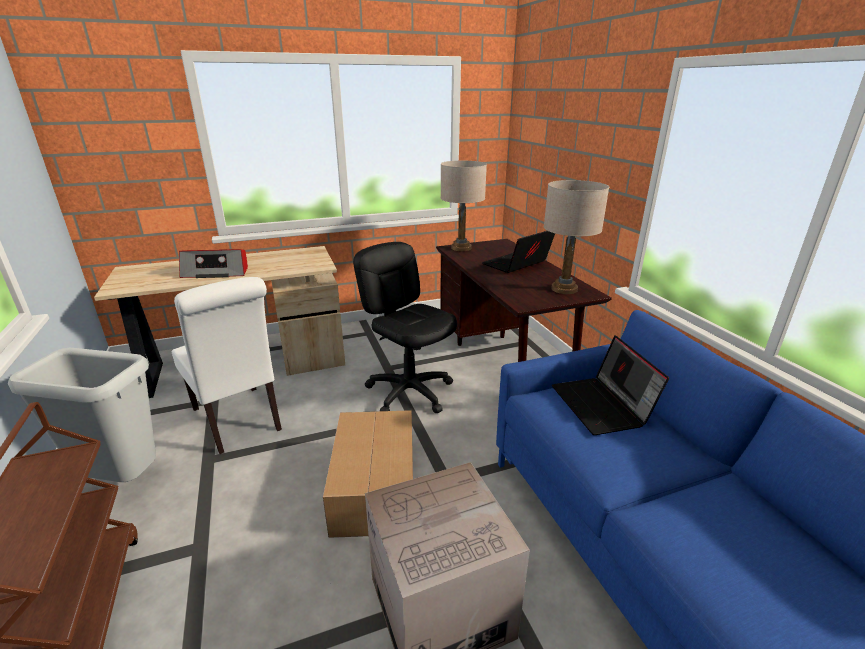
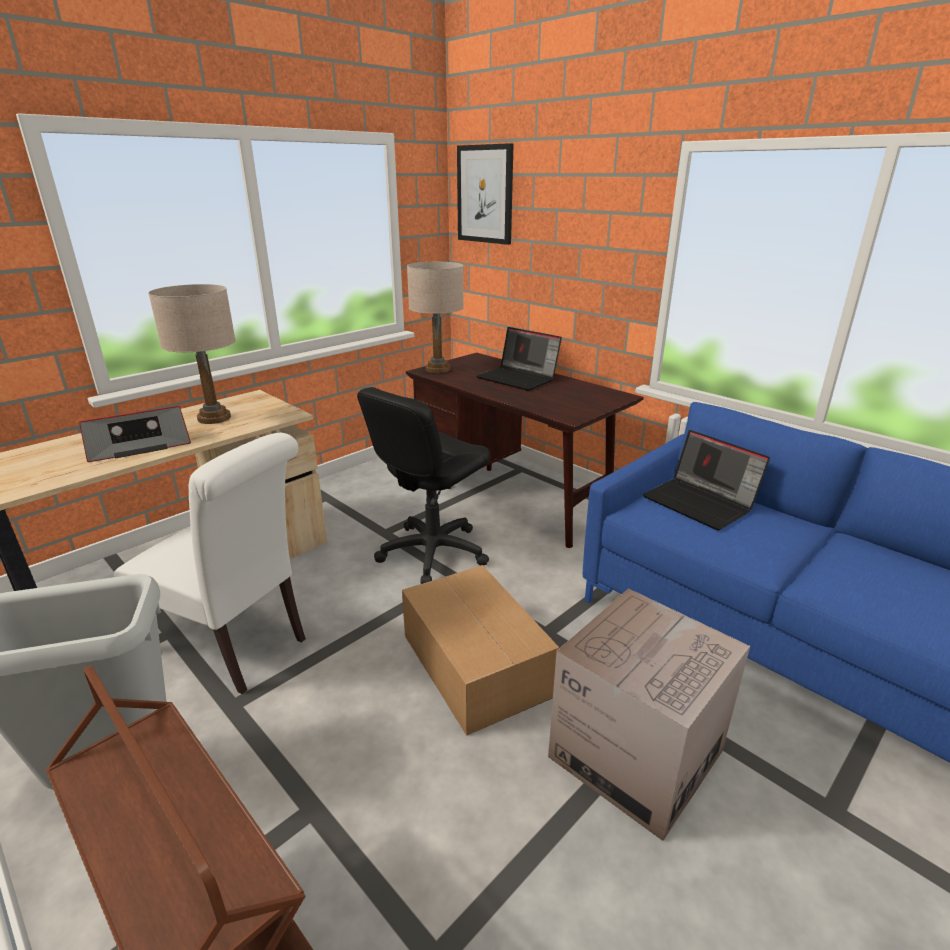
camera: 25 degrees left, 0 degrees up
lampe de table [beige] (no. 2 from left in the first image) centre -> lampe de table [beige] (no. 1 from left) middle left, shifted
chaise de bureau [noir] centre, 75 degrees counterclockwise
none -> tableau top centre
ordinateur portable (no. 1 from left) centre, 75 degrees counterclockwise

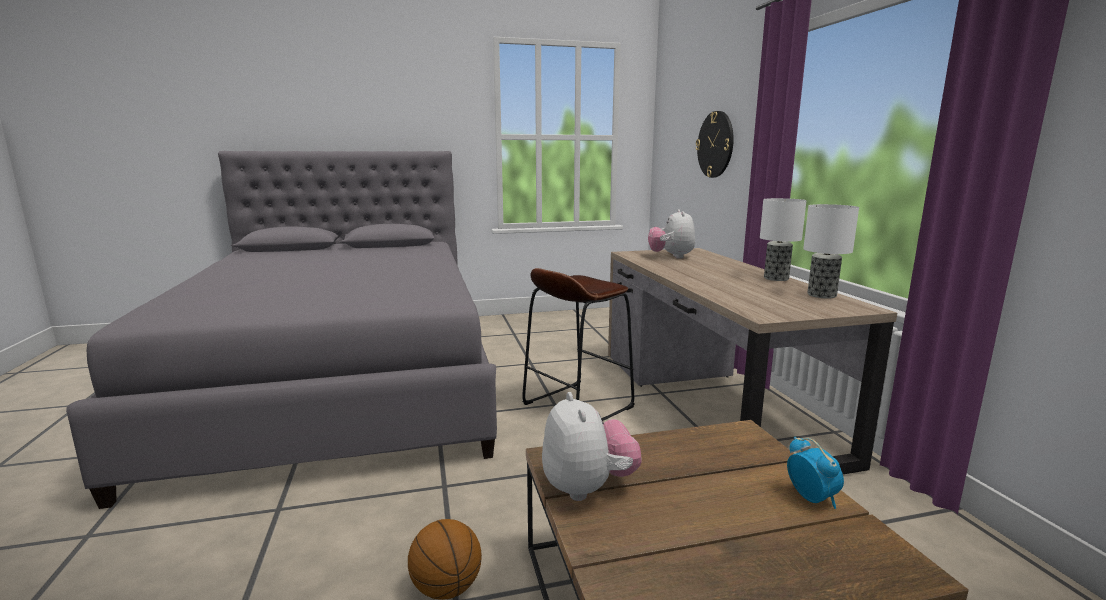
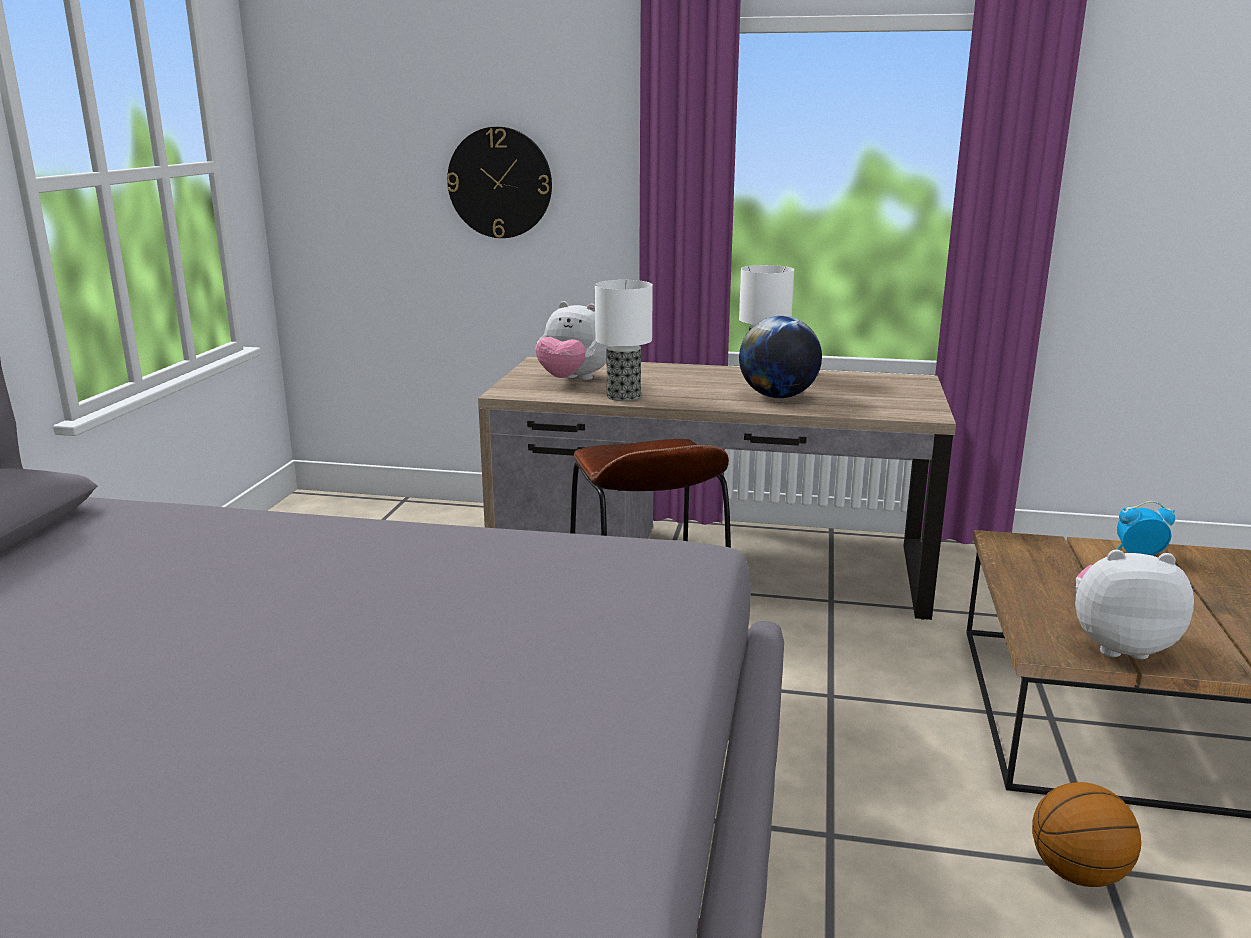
camera: 65 degrees left, 5 degrees up
lampe de table (no. 2 from left in the first image) middle right -> lampe de table (no. 1 from left) centre, shifted
none -> globe centre

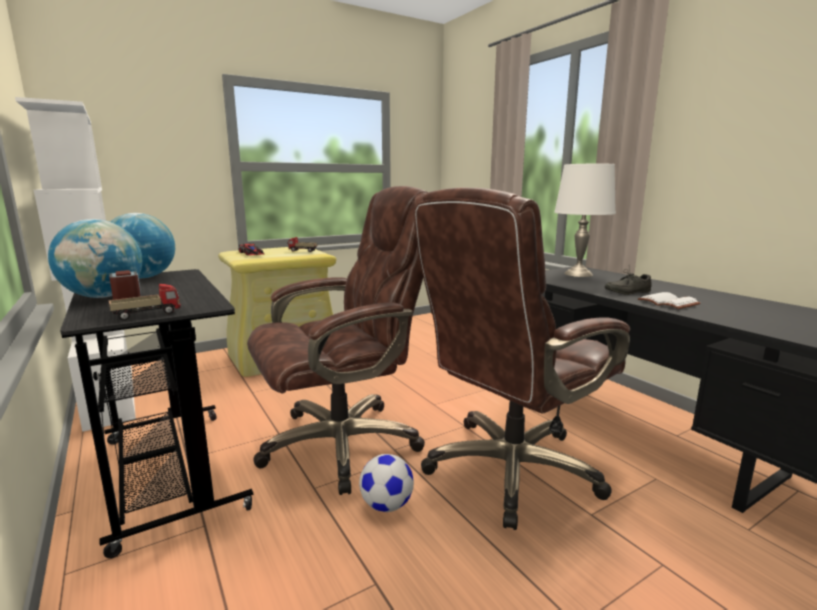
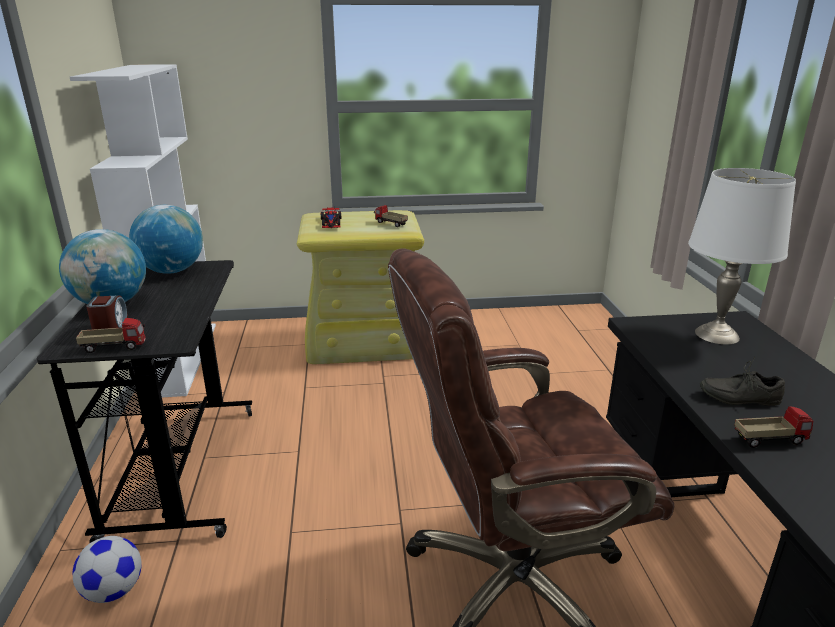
camera: 25 degrees right, 10 degrees up
ballon de foot bottom centre -> ballon de foot bottom left, shifted
livre [blanc] middle right -> camion jouet (no. 3 from left) bottom right
chaise de bureau [marron] (no. 1 from left) centre -> none

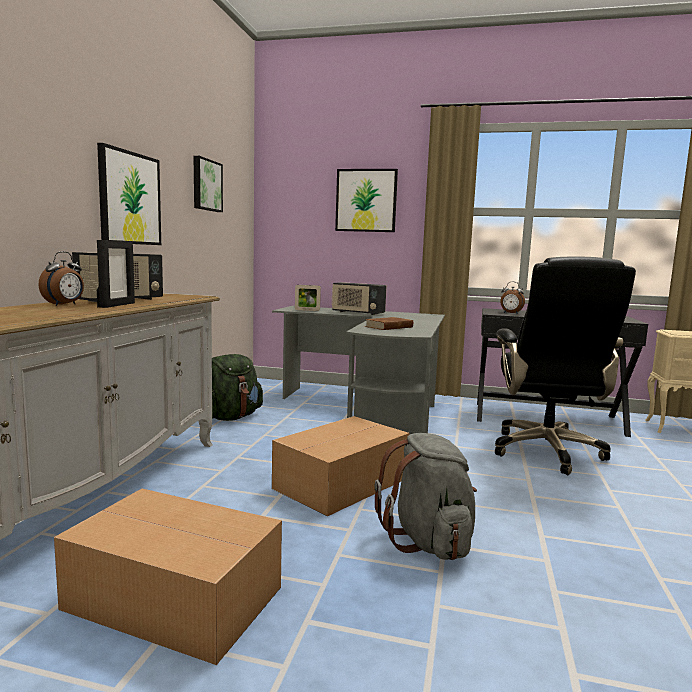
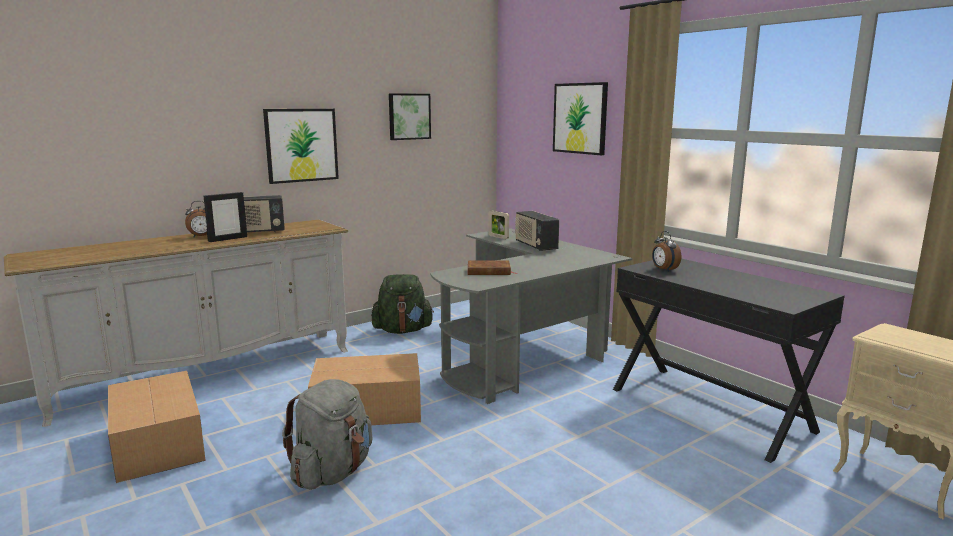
camera: 40 degrees right, 5 degrees up
chaise de bureau [noir] middle right -> none

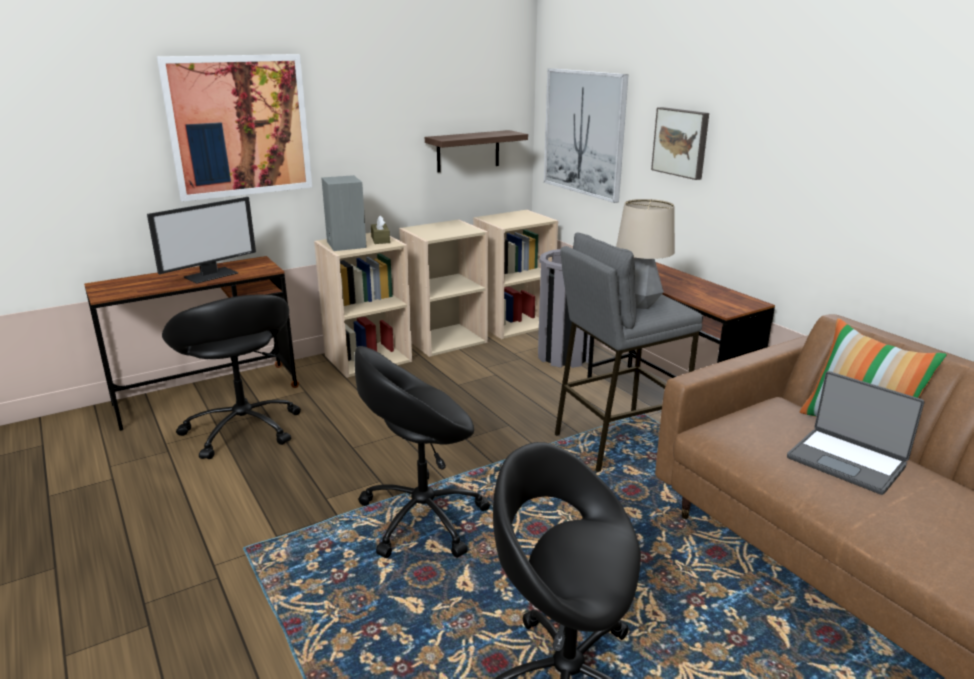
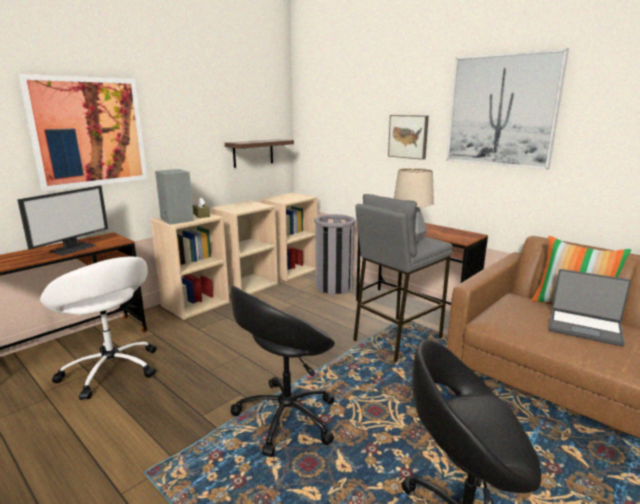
camera: 15 degrees left, 5 degrees down
chaise de bureau [noir] (no. 1 from left) middle left -> chaise de bureau [blanc] middle left
tableau (no. 2 from left in the first image) top centre -> tableau (no. 3 from left) top right, shifted

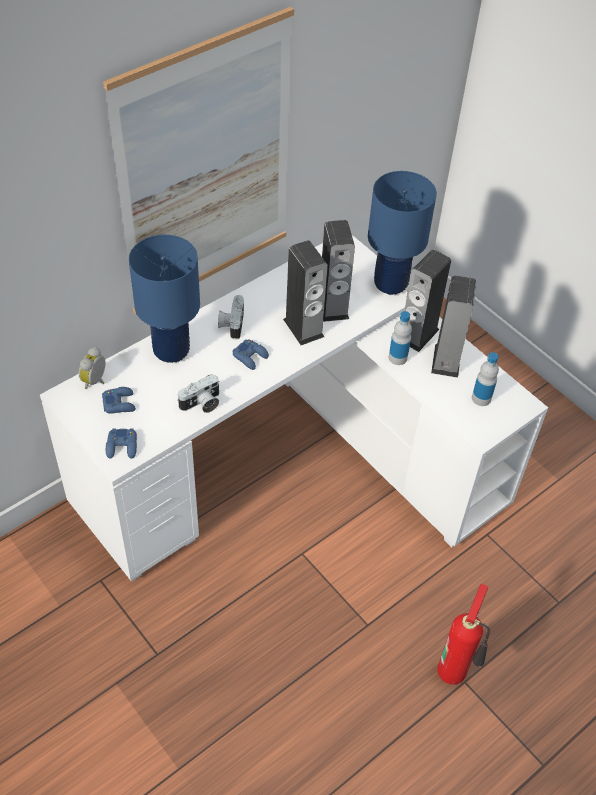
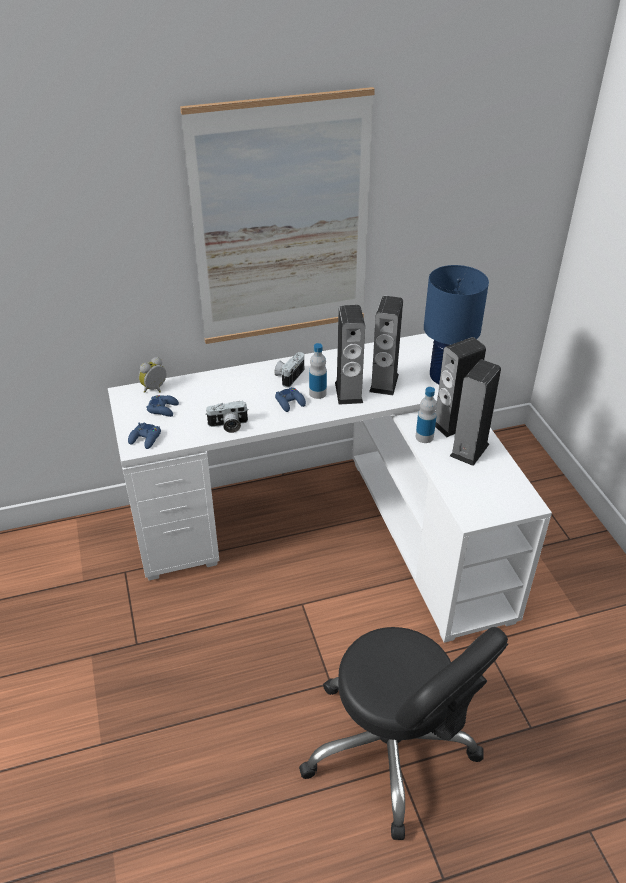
camera: 25 degrees right, 10 degrees down
extincteur bottom right -> chaise de bureau [noir] bottom centre
bouteille (no. 2 from left in the first image) middle right -> bouteille (no. 1 from left) centre, shifted
lampe de table [bleu] (no. 1 from left) middle left -> none

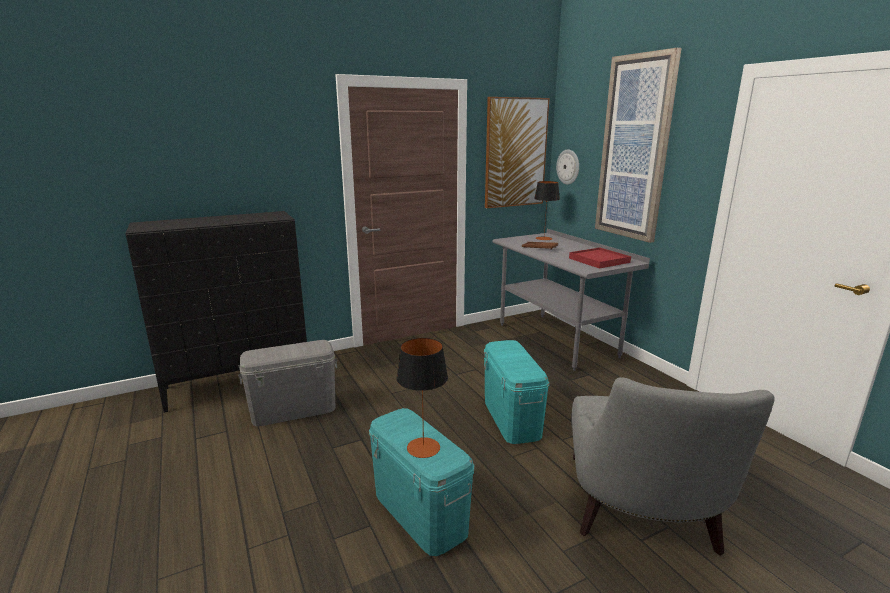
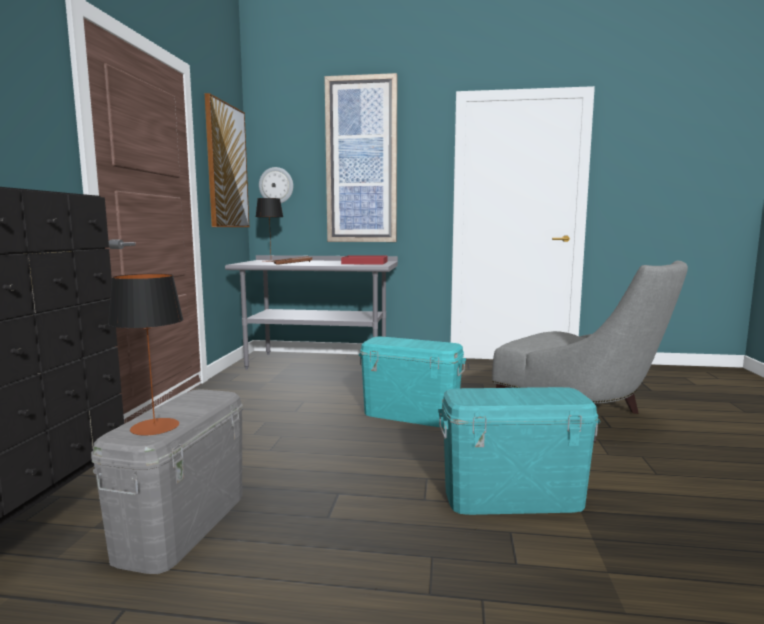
camera: 55 degrees left, 10 degrees down
lampe de table (no. 1 from left) bottom centre -> lampe de table (no. 1 from left) middle left, shifted

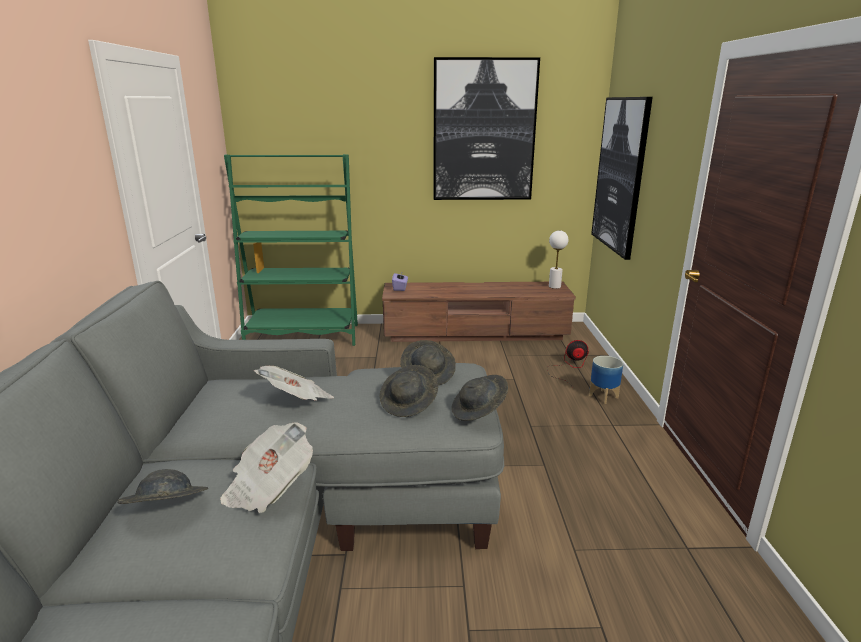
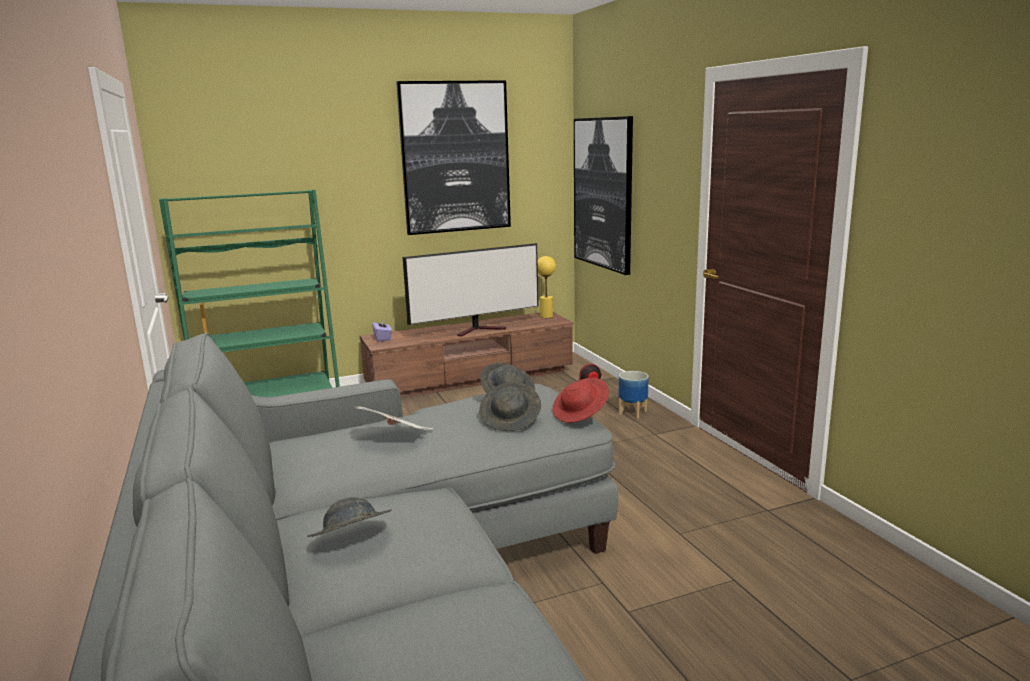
camera: 20 degrees left, 5 degrees down
none -> téléviseur centre
lampe de table [blanc] centre -> lampe de table [jaune] centre
chapeau [gris] (no. 4 from left) centre -> chapeau [rouge] centre
journal (no. 1 from left) bottom left -> none

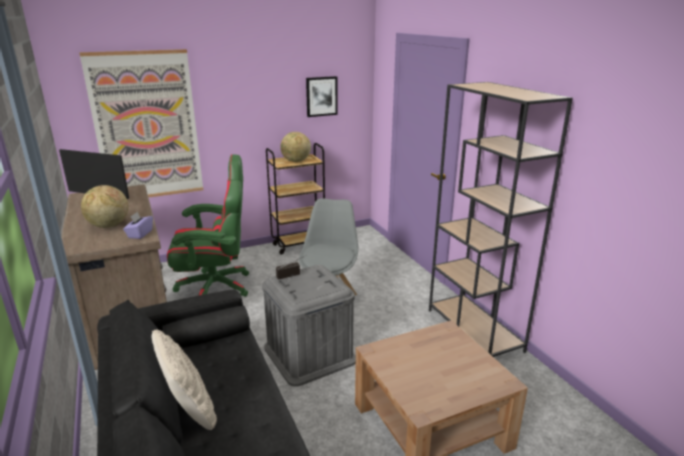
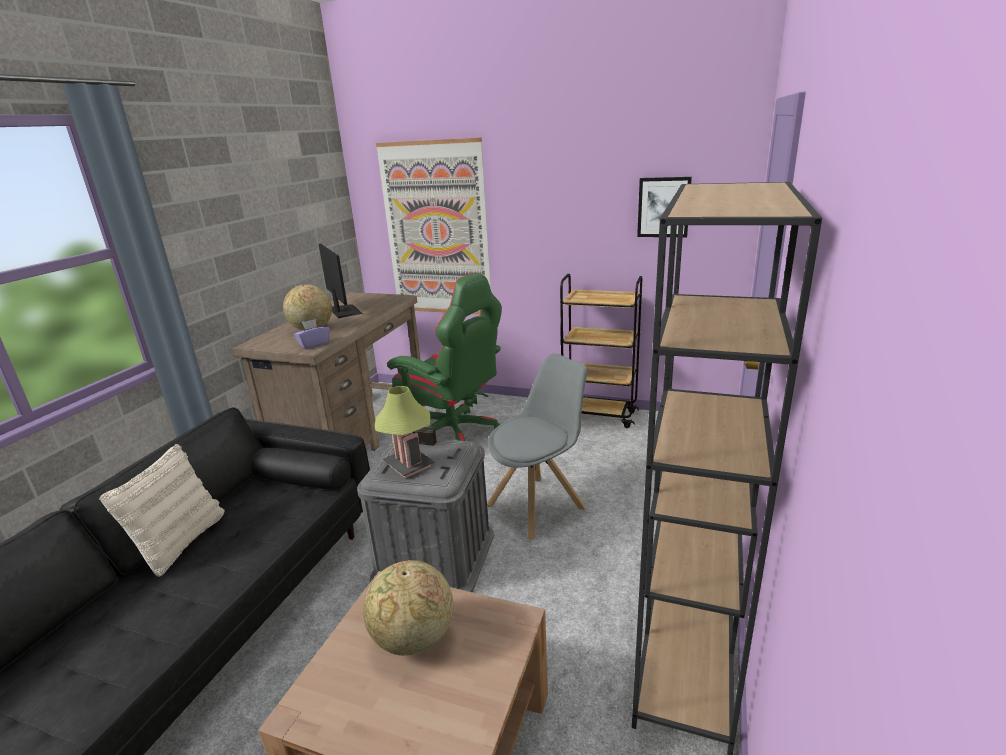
camera: 45 degrees right, 0 degrees up
globe (no. 2 from left) top centre -> globe (no. 2 from left) bottom centre, shifted
none -> lampe de table centre

